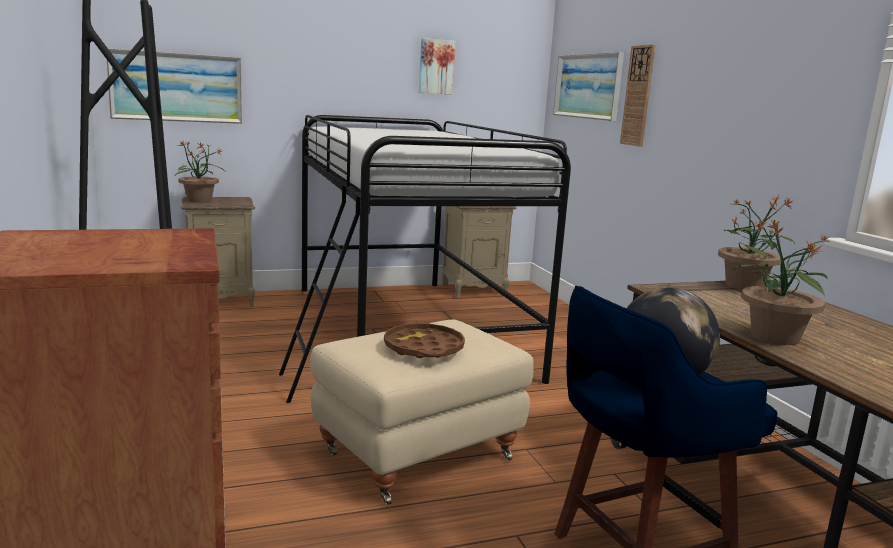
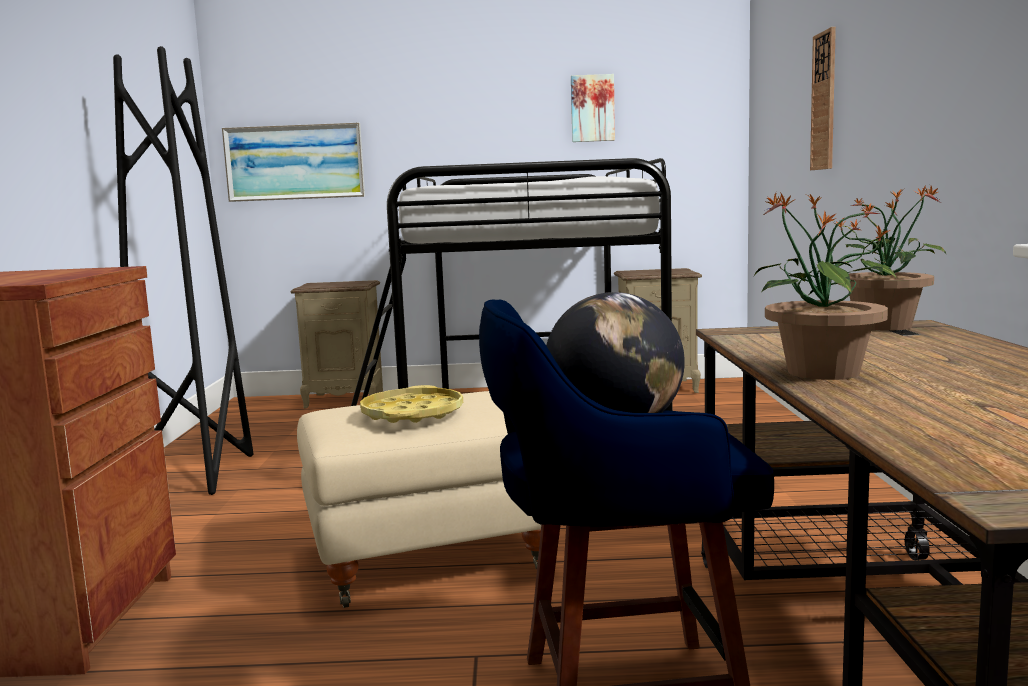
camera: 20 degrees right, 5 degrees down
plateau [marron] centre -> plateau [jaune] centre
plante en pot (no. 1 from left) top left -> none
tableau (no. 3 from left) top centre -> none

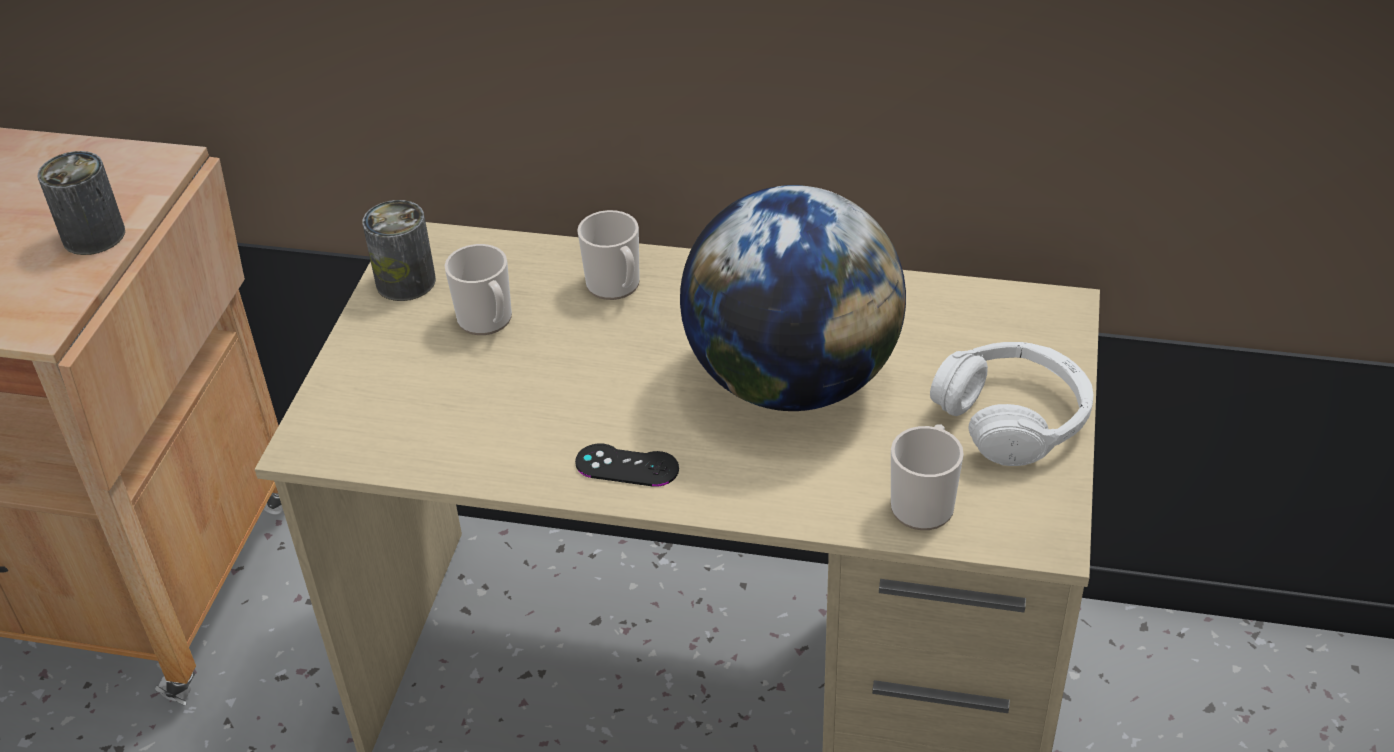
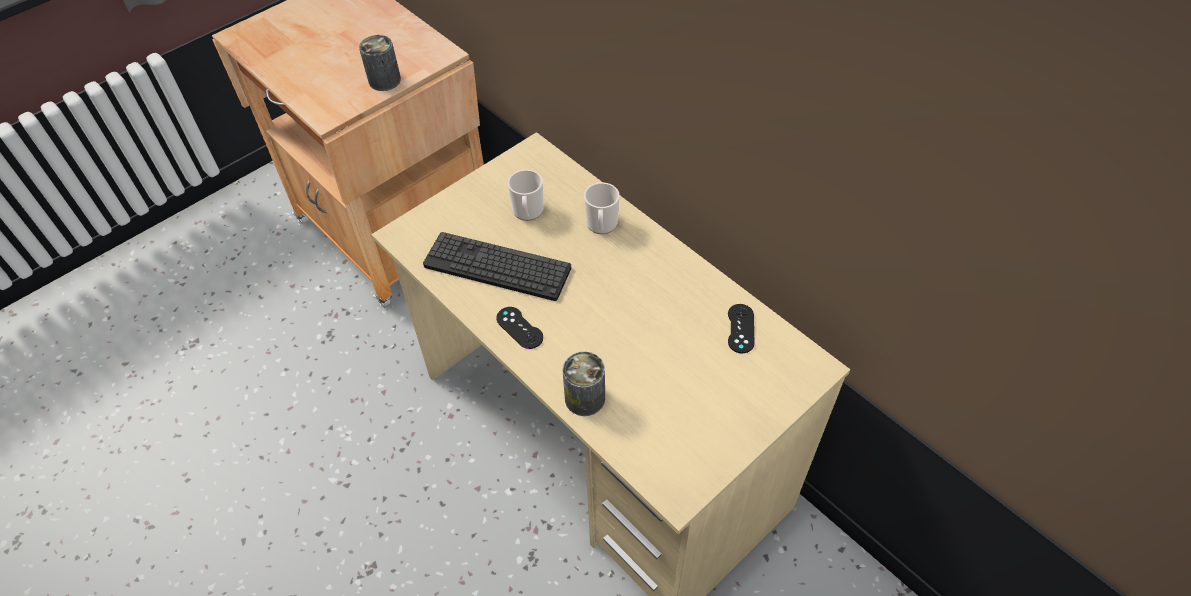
camera: 35 degrees right, 10 degrees up
none -> clavier centre
boîte métallique (no. 2 from left) top left -> boîte métallique (no. 2 from left) centre, shifted
none -> manette [noir] (no. 2 from left) centre
globe centre -> none
mug (no. 3 from left) centre -> none
casque audio [blanc] middle right -> none

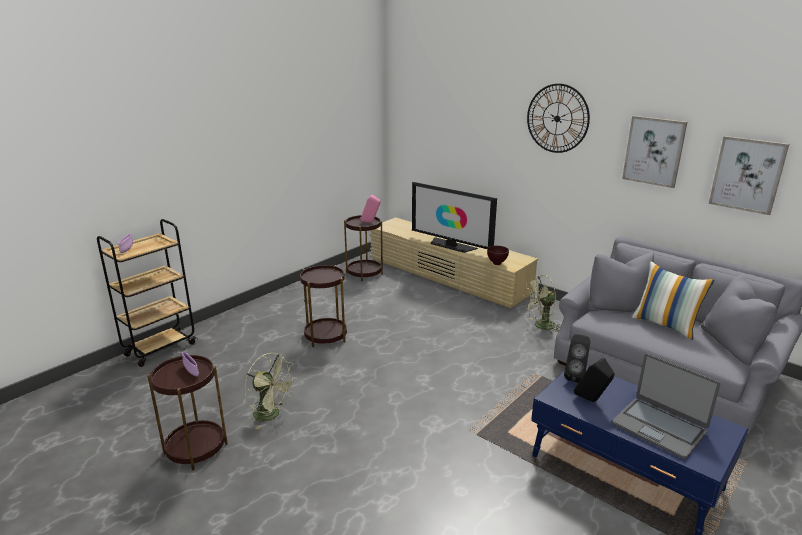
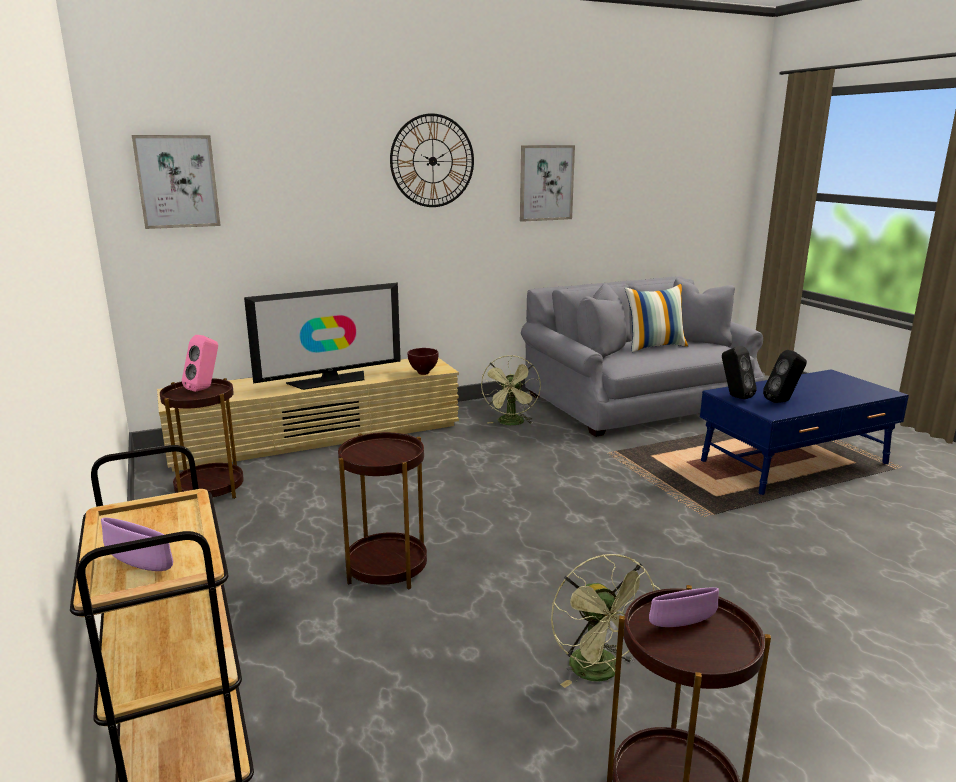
camera: 65 degrees left, 5 degrees down
tableau (no. 2 from left in the first image) top right -> tableau (no. 1 from left) top left, shifted
ventilateur [vert] (no. 1 from left in the first image) bottom centre -> ventilateur [vert] (no. 2 from left) bottom centre, 105 degrees clockwise
ordinateur portable bottom right -> none

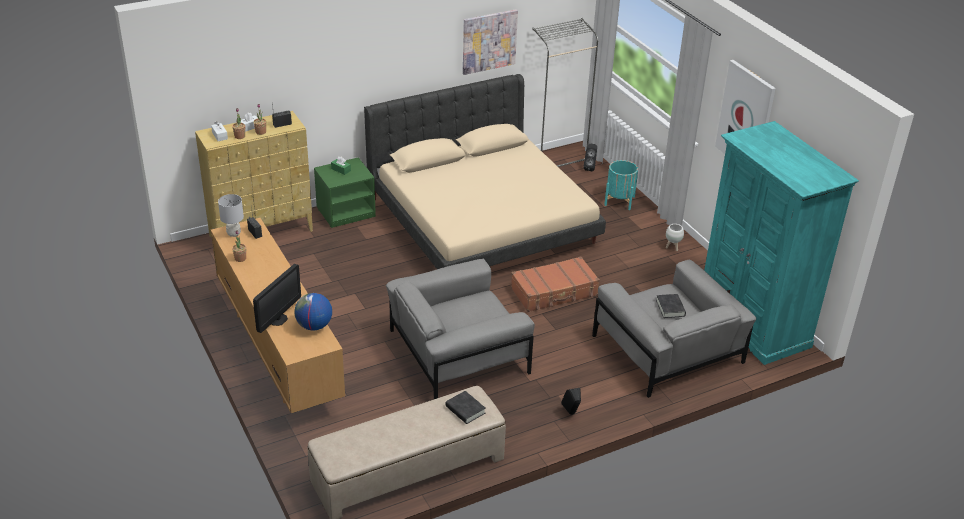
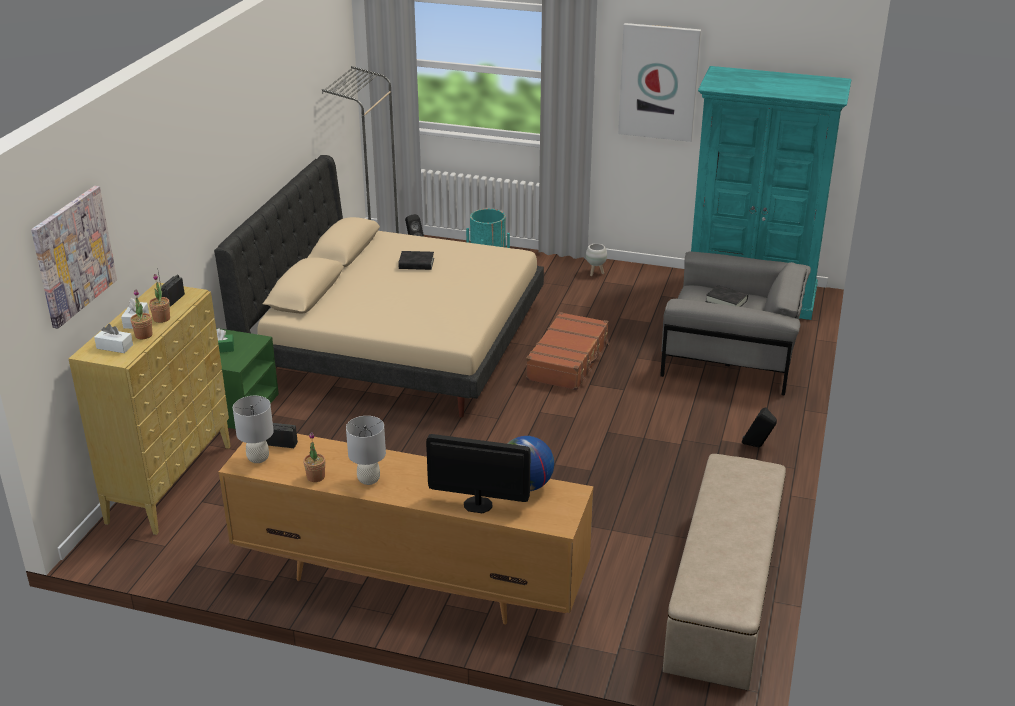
camera: 45 degrees left, 5 degrees down
tableau (no. 1 from left) top centre -> tableau (no. 1 from left) middle left, shifted
none -> lampe de table [gris] (no. 2 from left) centre
livre [noir] (no. 1 from left) bottom centre -> livre [noir] (no. 1 from left) centre, shifted
écran d'ordinateur middle left -> écran d'ordinateur bottom centre, 60 degrees counterclockwise
fauteuil [gris] (no. 1 from left) centre -> none

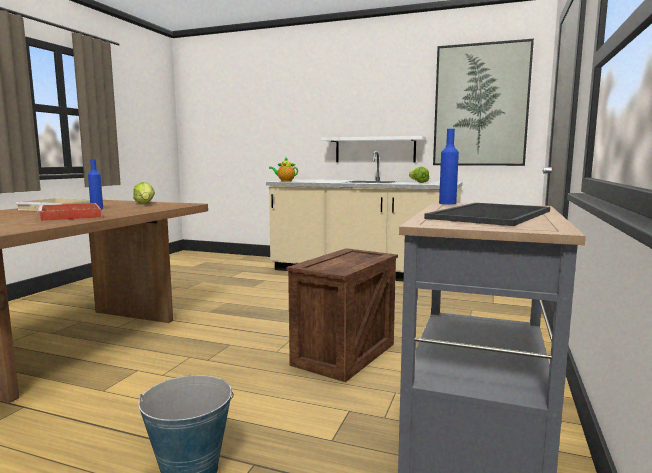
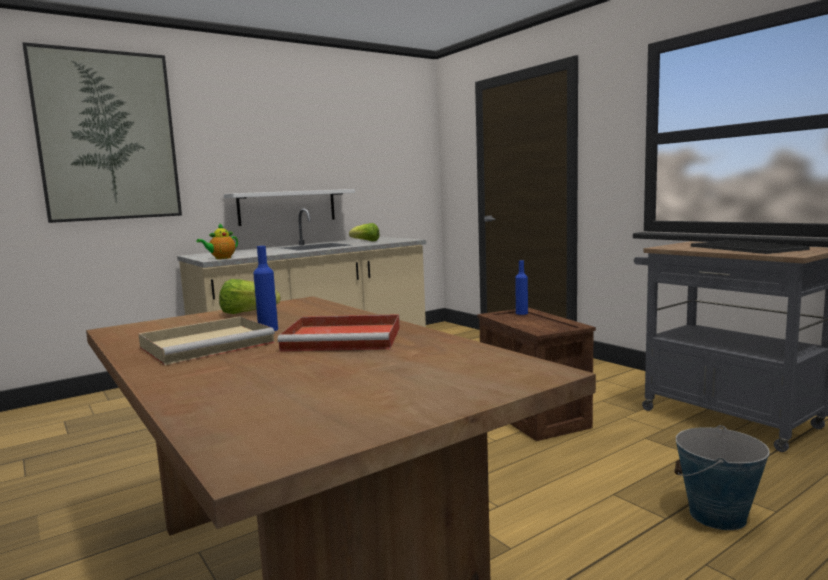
camera: 55 degrees left, 0 degrees up
tableau top right -> tableau top left, shifted
bouteille [bleu] (no. 2 from left) middle right -> bouteille [bleu] (no. 2 from left) centre, shifted

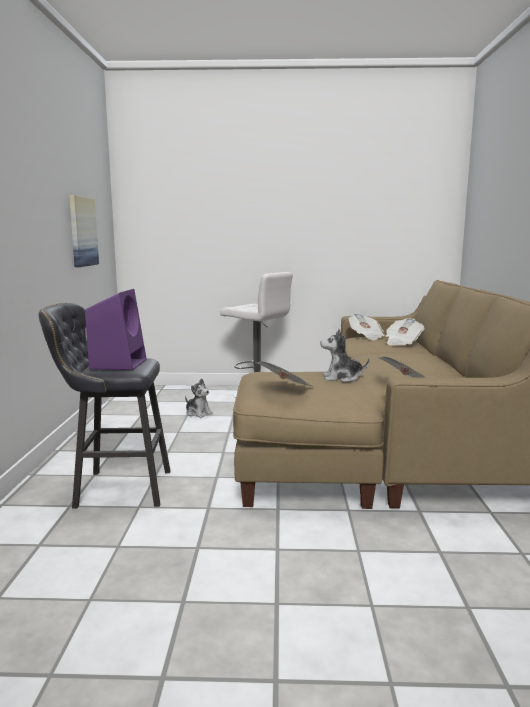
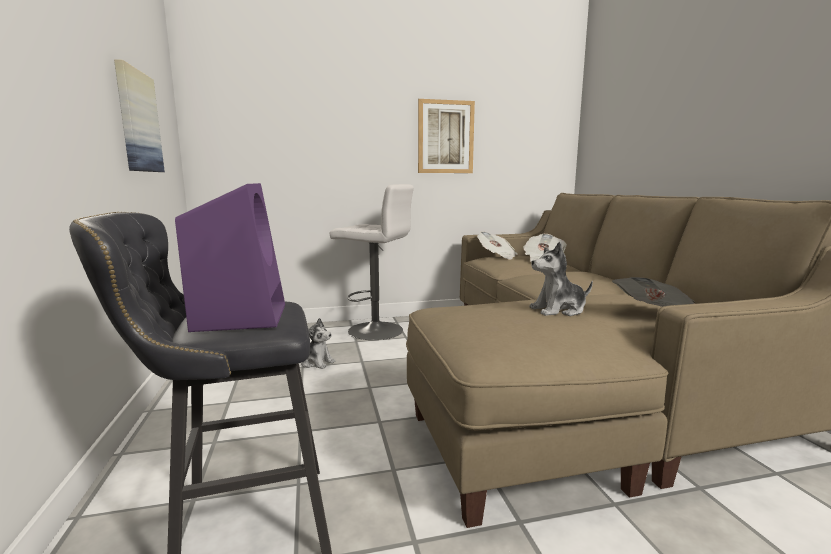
camera: 15 degrees left, 0 degrees up
none -> tableau (no. 2 from left) top centre
journal (no. 1 from left) centre -> none

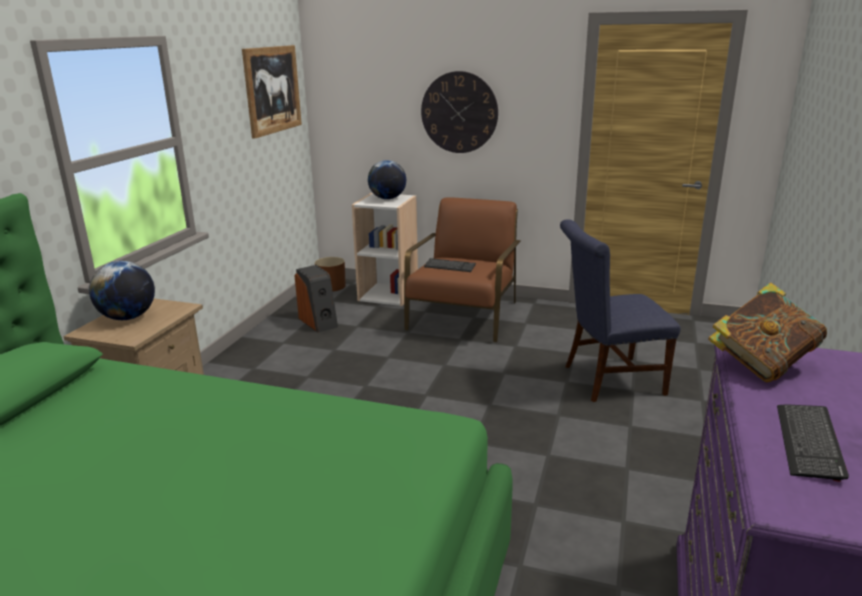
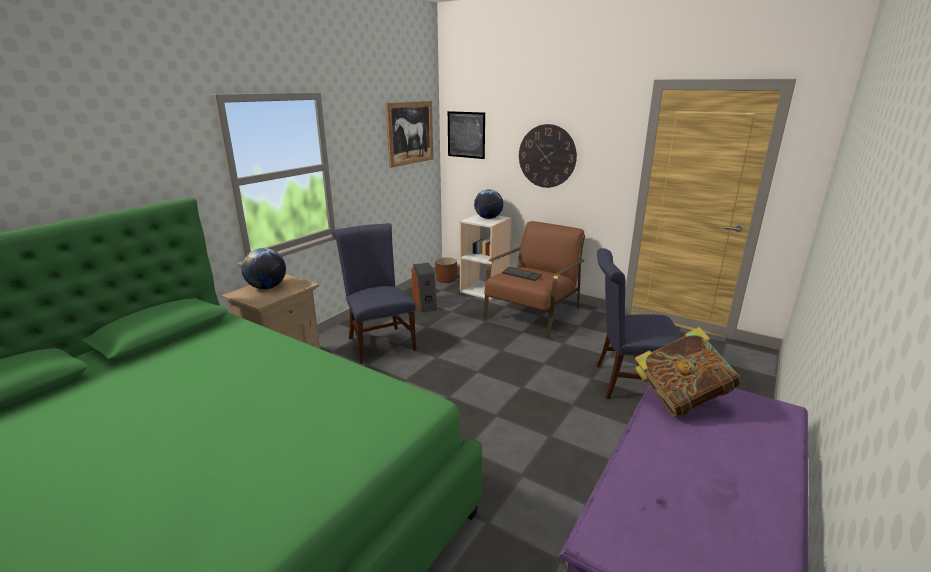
camera: 15 degrees right, 0 degrees up
none -> chaise [bleu] (no. 1 from left) centre
none -> tableau (no. 2 from left) top centre
clavier (no. 2 from left) bottom right -> none

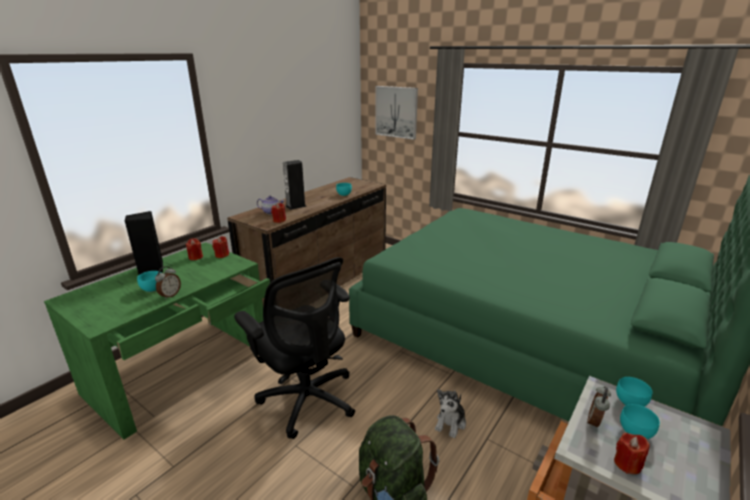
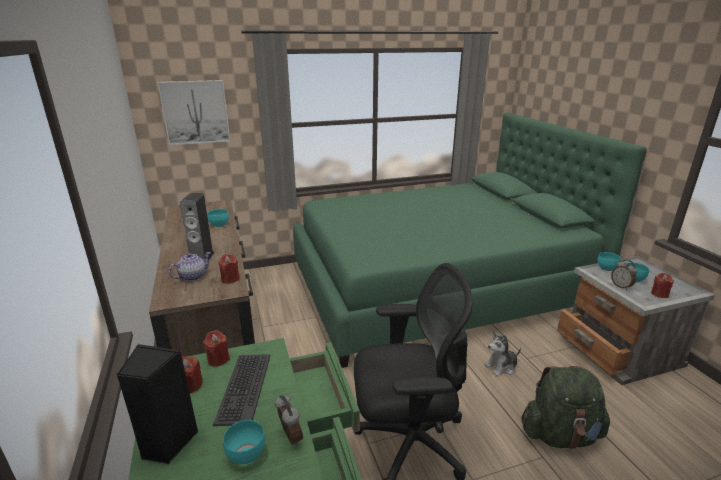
camera: 55 degrees left, 0 degrees up
none -> clavier bottom centre
peluche bottom centre -> peluche bottom right, 90 degrees clockwise

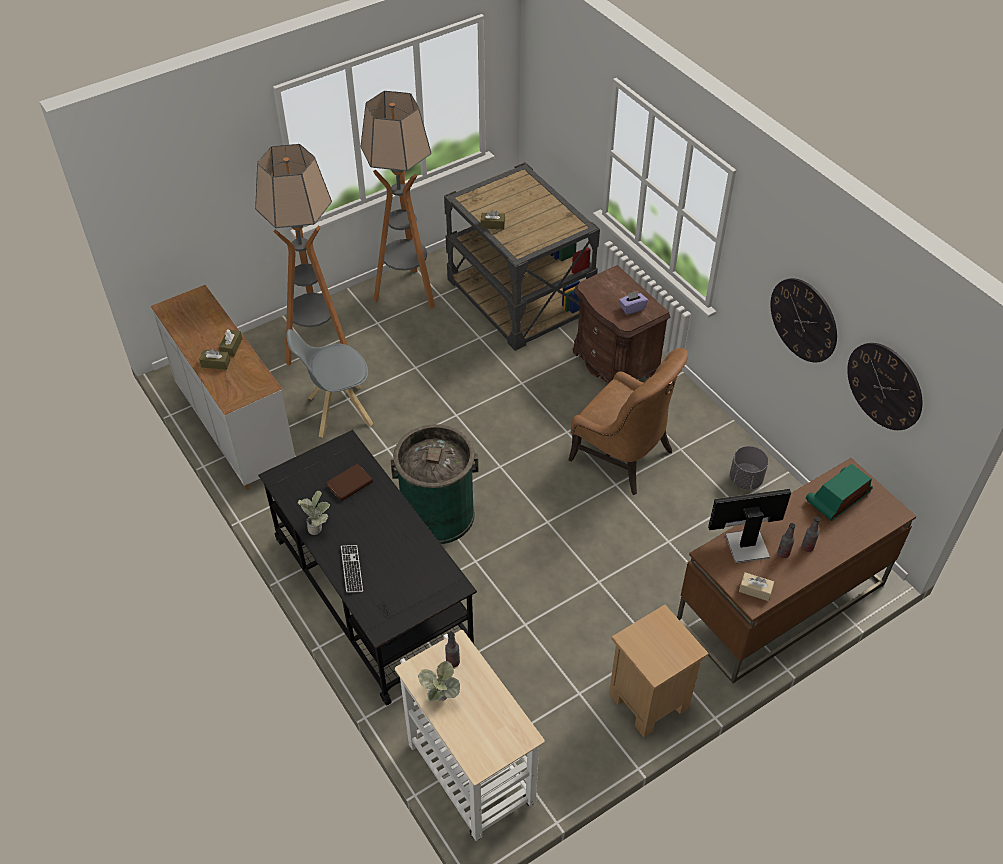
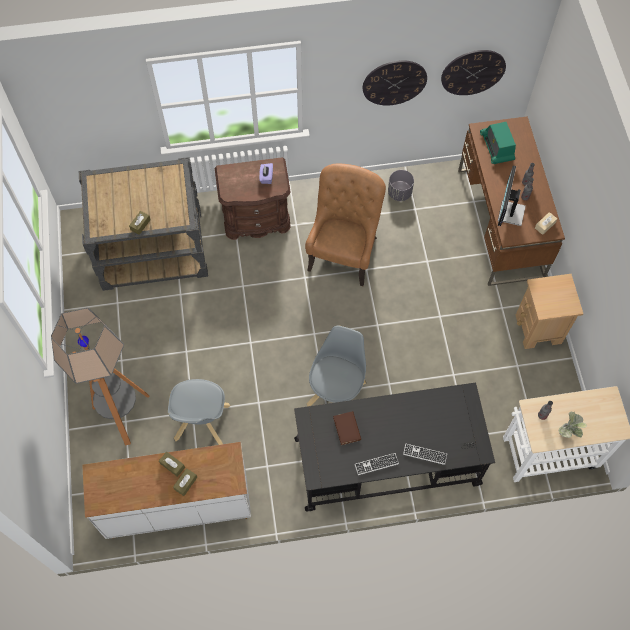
camera: 65 degrees left, 15 degrees up
chaise [marron] centre, 45 degrees counterclockwise
poubelle [vert] centre -> chaise [gris] (no. 2 from left) centre
plante en pot (no. 1 from left) middle left -> clavier (no. 1 from left) bottom centre
lampadaire (no. 2 from left) top centre -> none

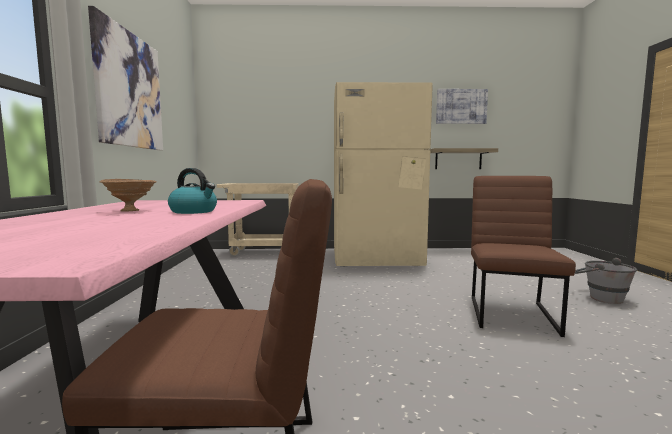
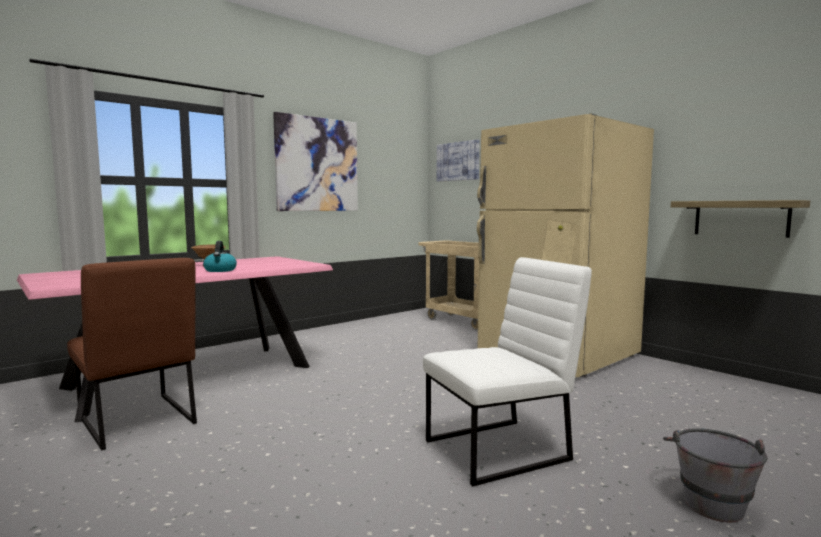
camera: 50 degrees right, 0 degrees up
chaise [marron] (no. 2 from left) middle right -> chaise [blanc] bottom centre
tableau (no. 2 from left) top right -> tableau (no. 2 from left) top centre, shifted

